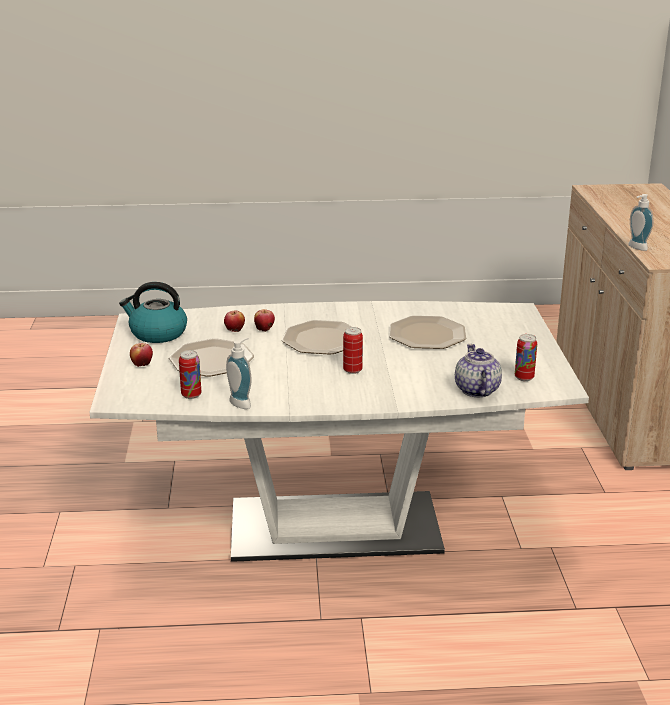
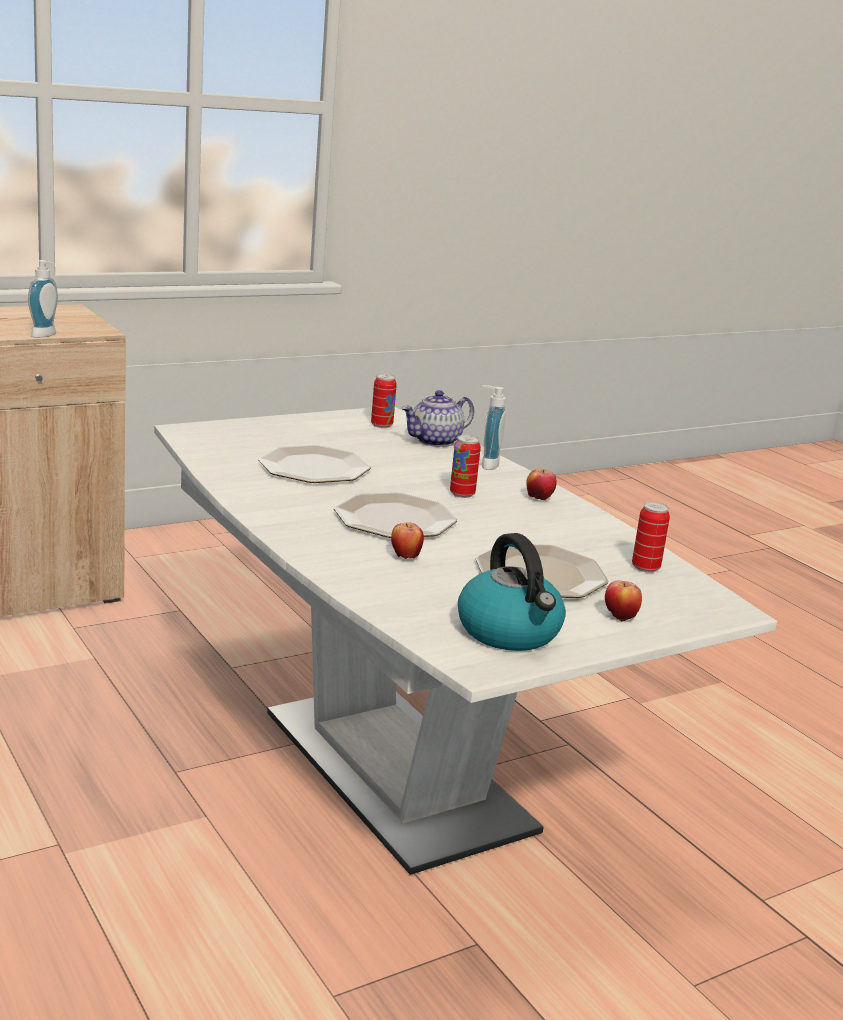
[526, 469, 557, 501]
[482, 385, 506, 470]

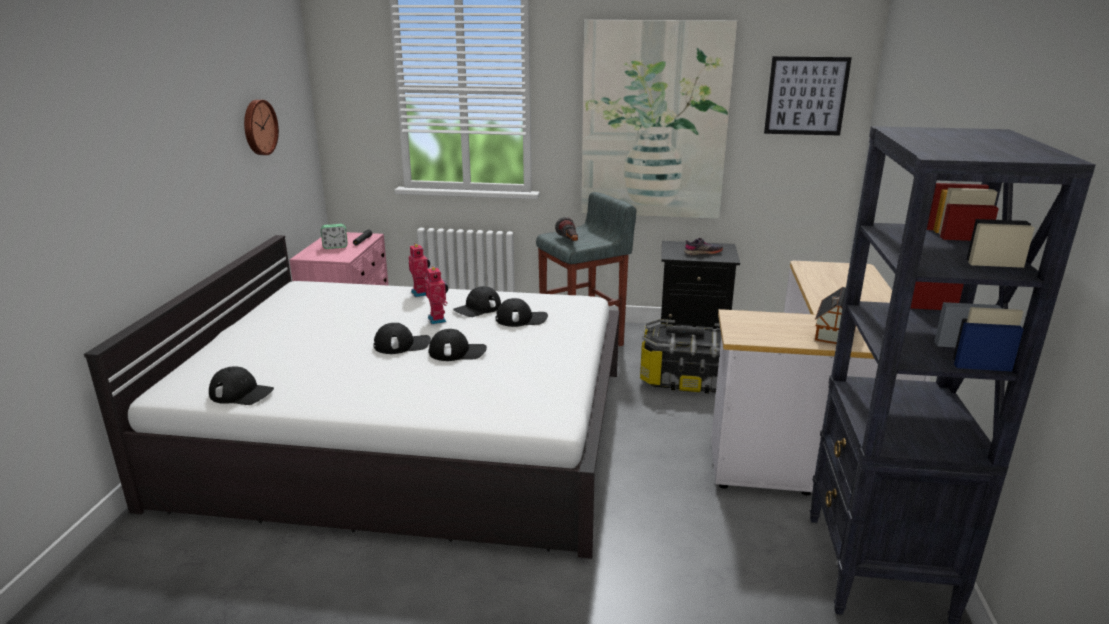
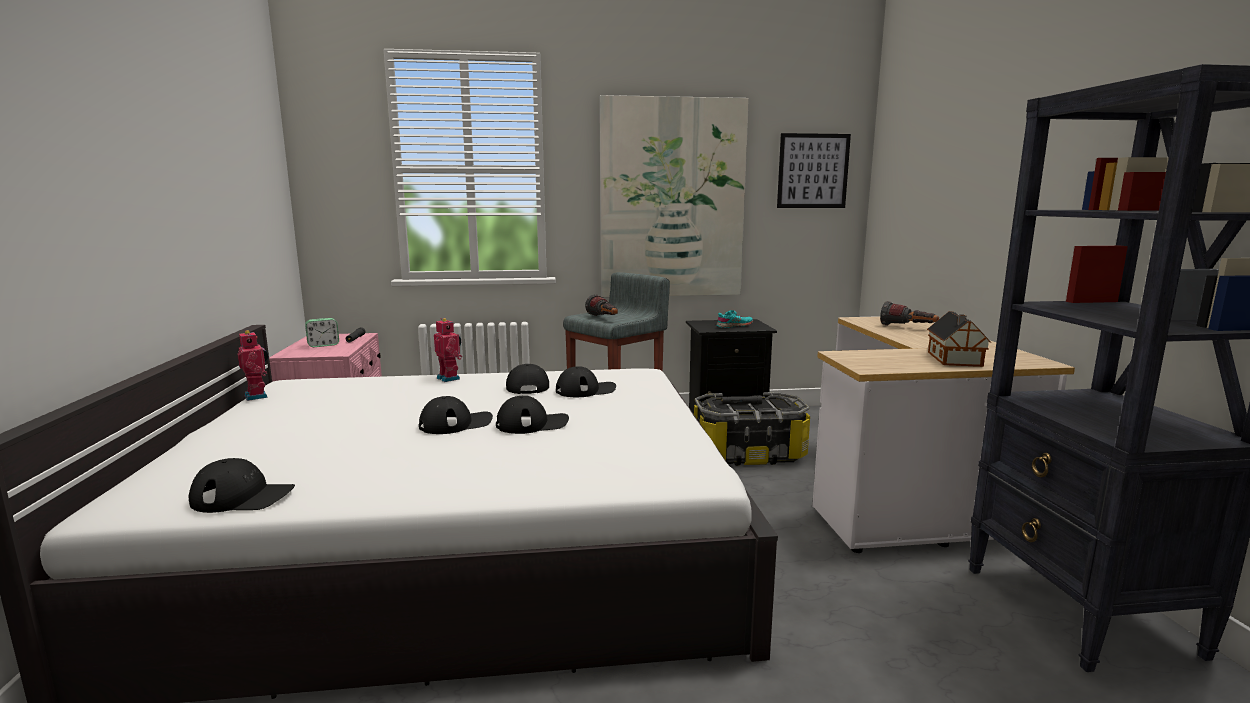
[244, 100, 279, 155] (first image)
[716, 310, 753, 328]
[238, 330, 268, 401]
[506, 364, 549, 394]
[880, 301, 939, 326]

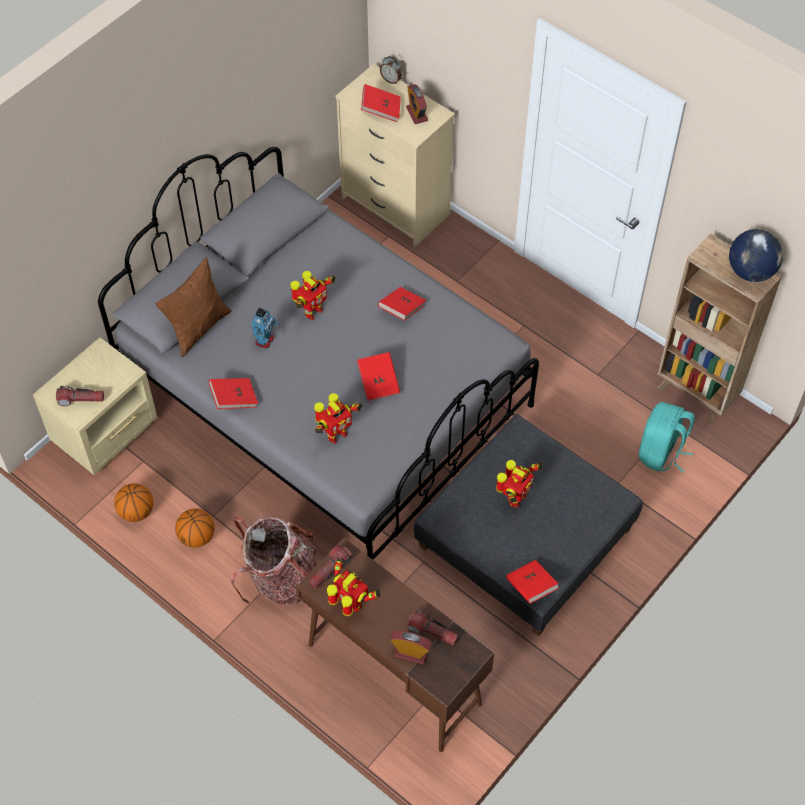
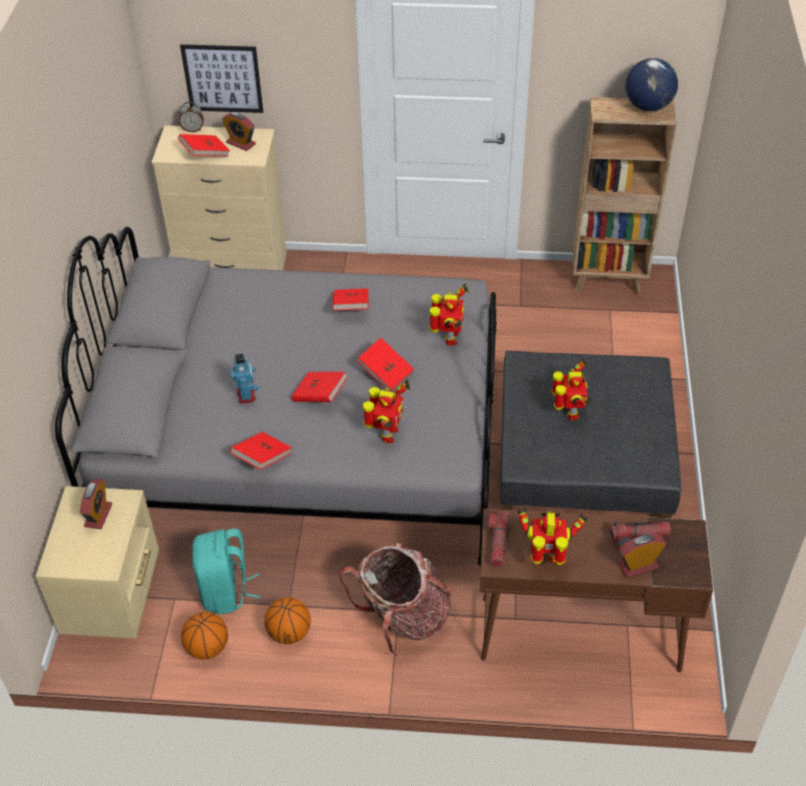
[156, 257, 231, 357] (first image)
[430, 283, 469, 346]
[56, 386, 104, 406] (first image)
[192, 528, 261, 614]
[291, 372, 348, 402]
[180, 44, 263, 113]
[80, 479, 112, 529]

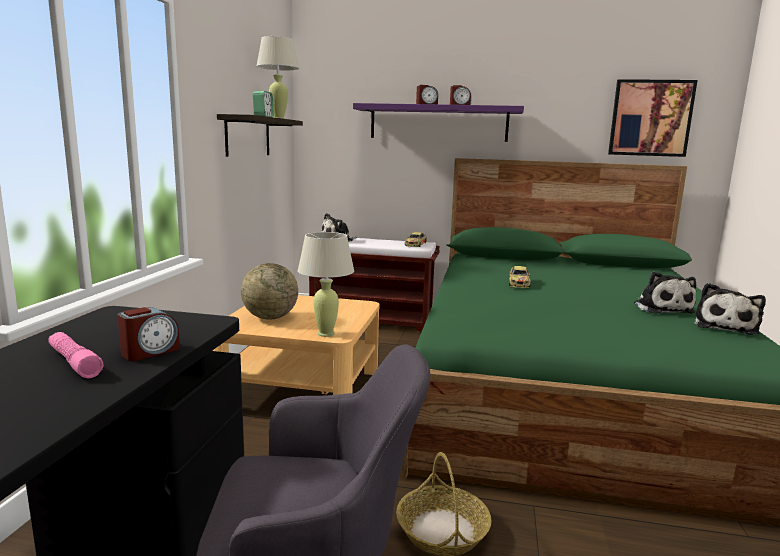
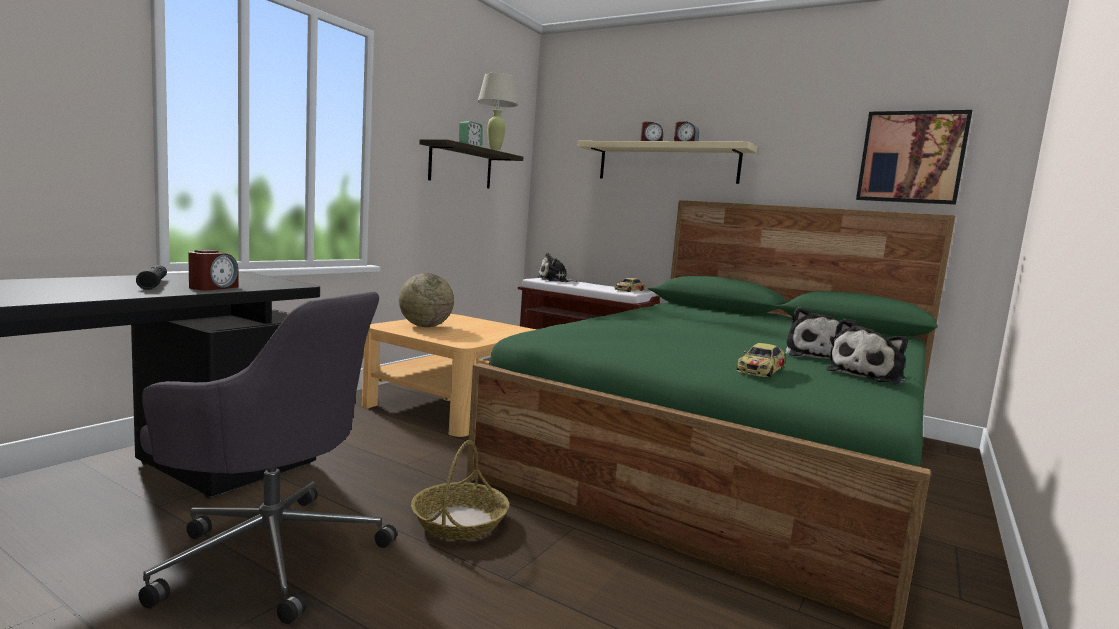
[577, 141, 757, 184]
[298, 232, 354, 337] (first image)
[737, 343, 785, 377]
[188, 250, 239, 291]
[136, 265, 167, 290]

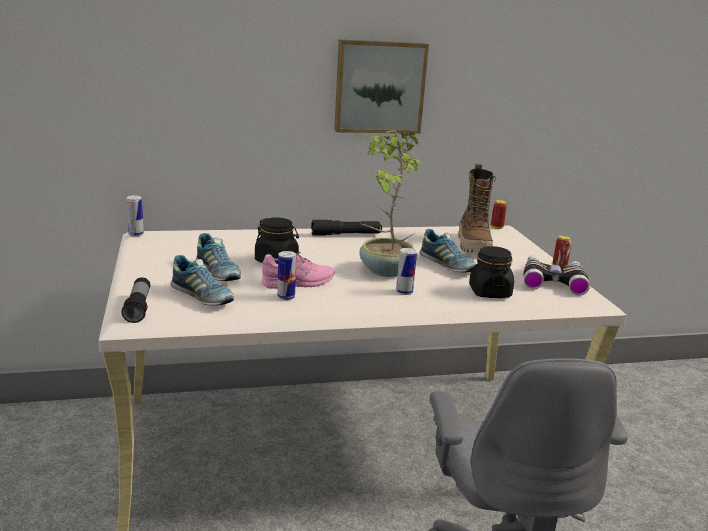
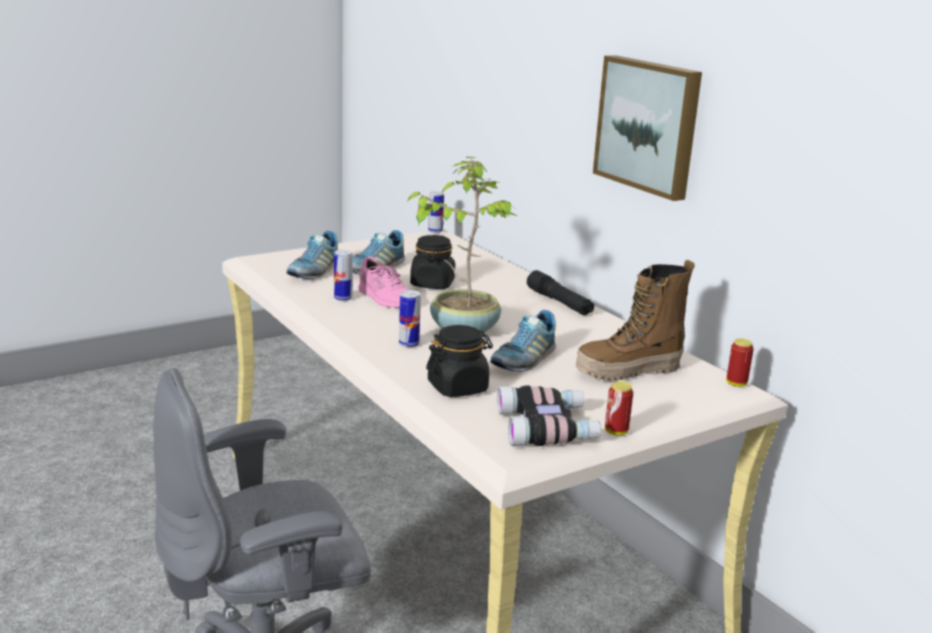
[121, 277, 150, 323] (first image)

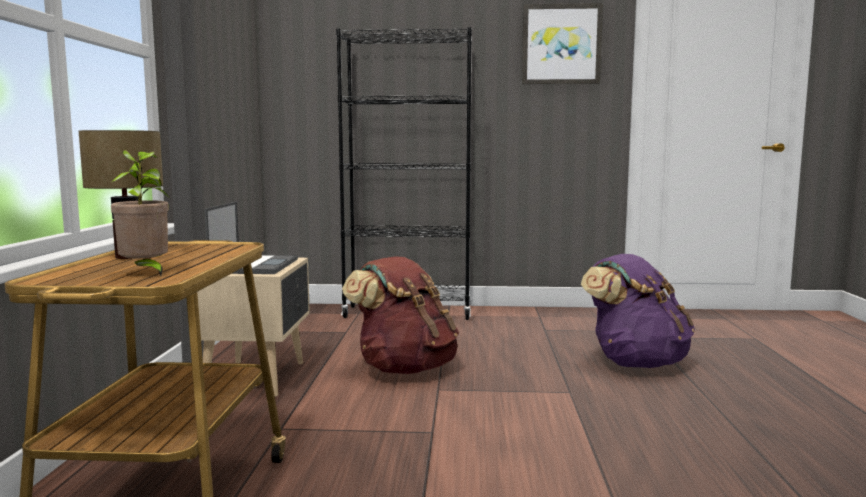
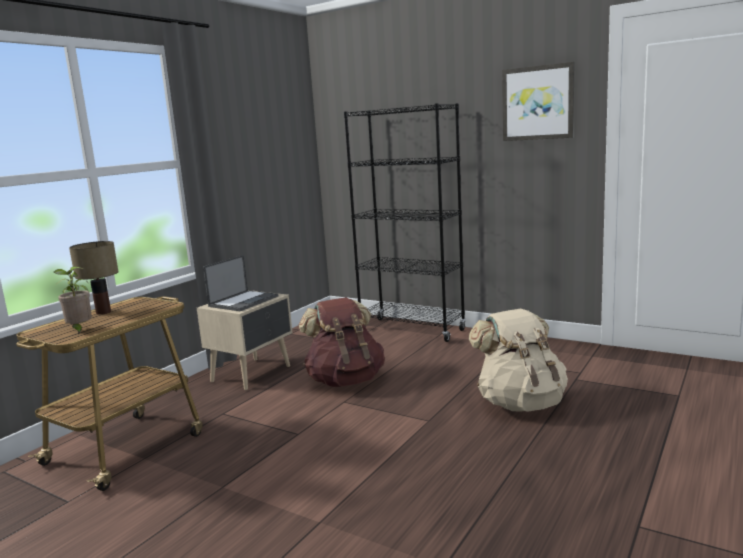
[469, 309, 568, 412]

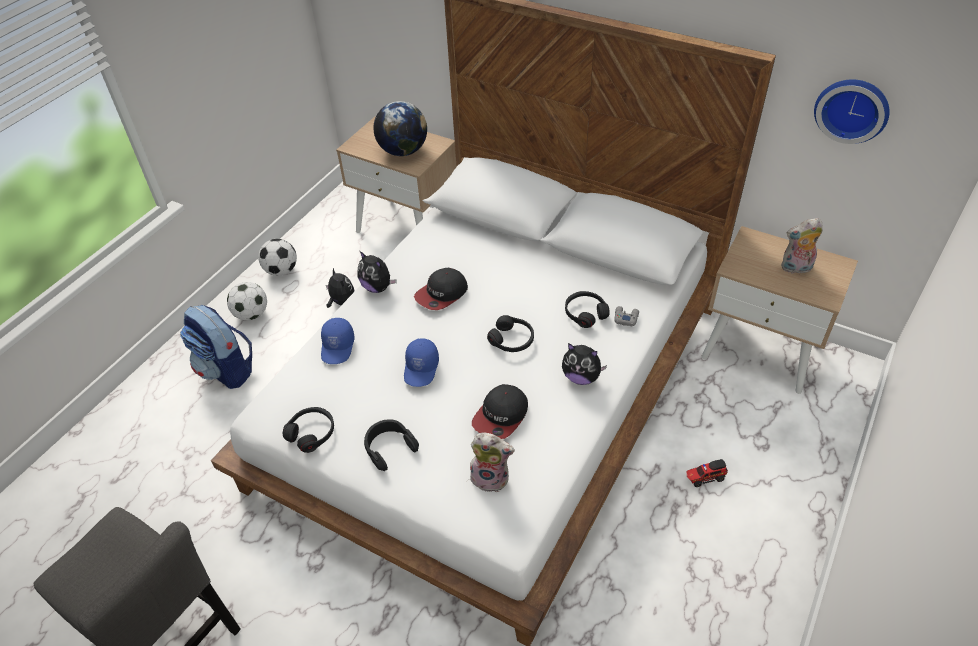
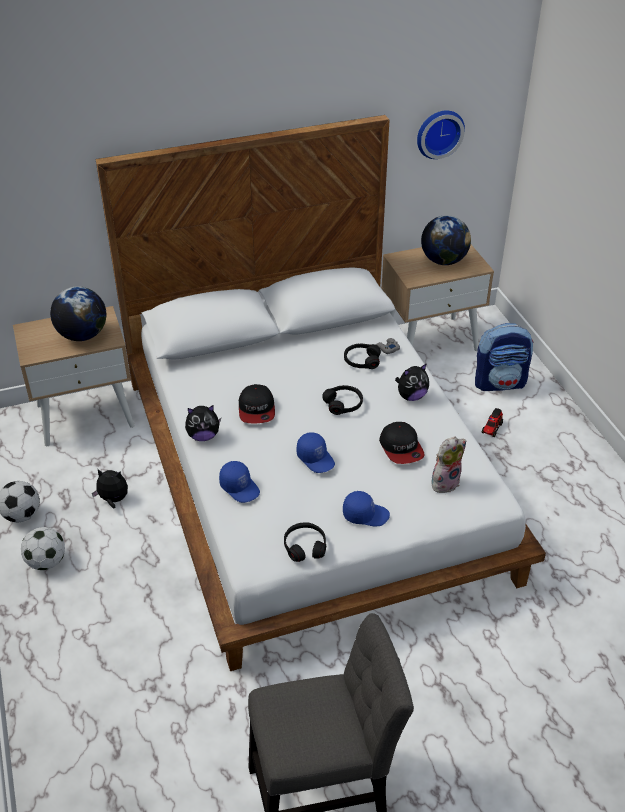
[421, 215, 471, 265]
[475, 323, 533, 391]
[343, 491, 390, 527]

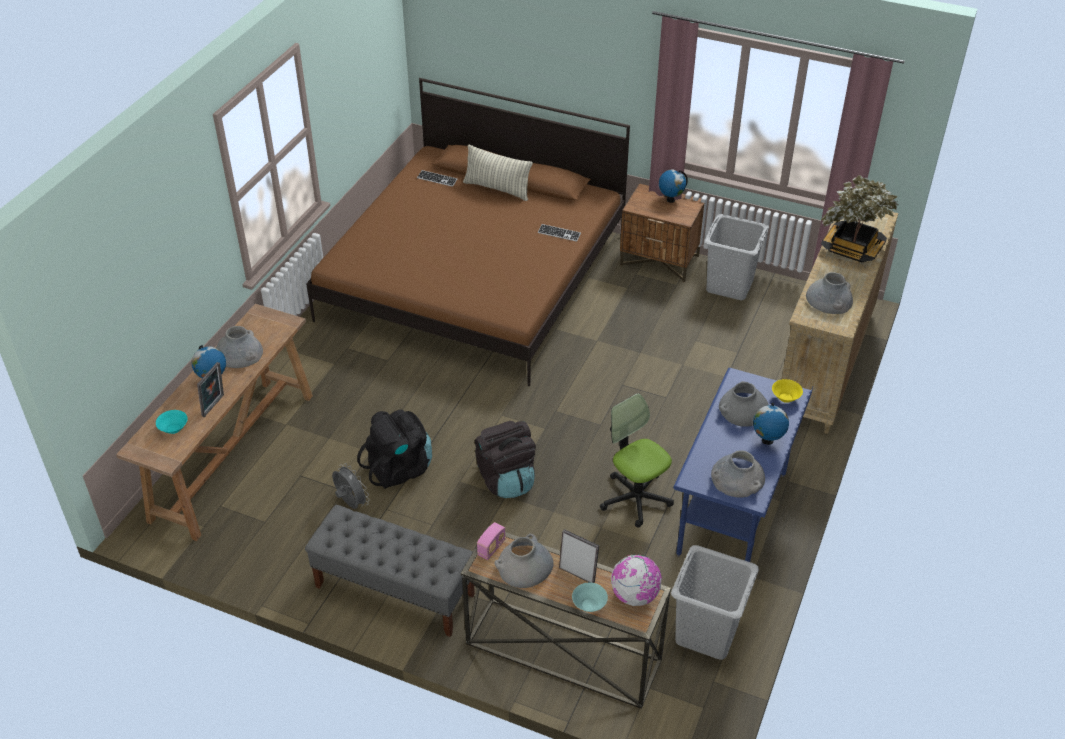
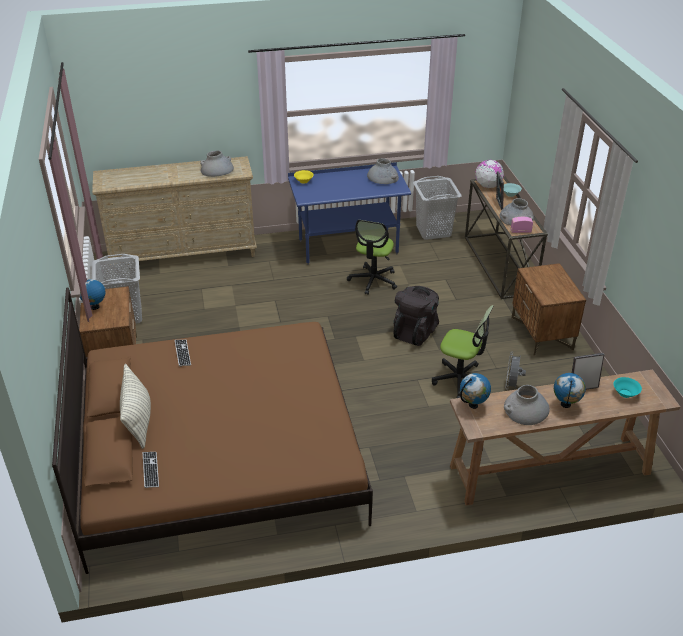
[821, 175, 898, 262] (first image)
[719, 381, 769, 427] (first image)
[460, 373, 491, 409]
[432, 305, 494, 398]
[511, 263, 586, 356]

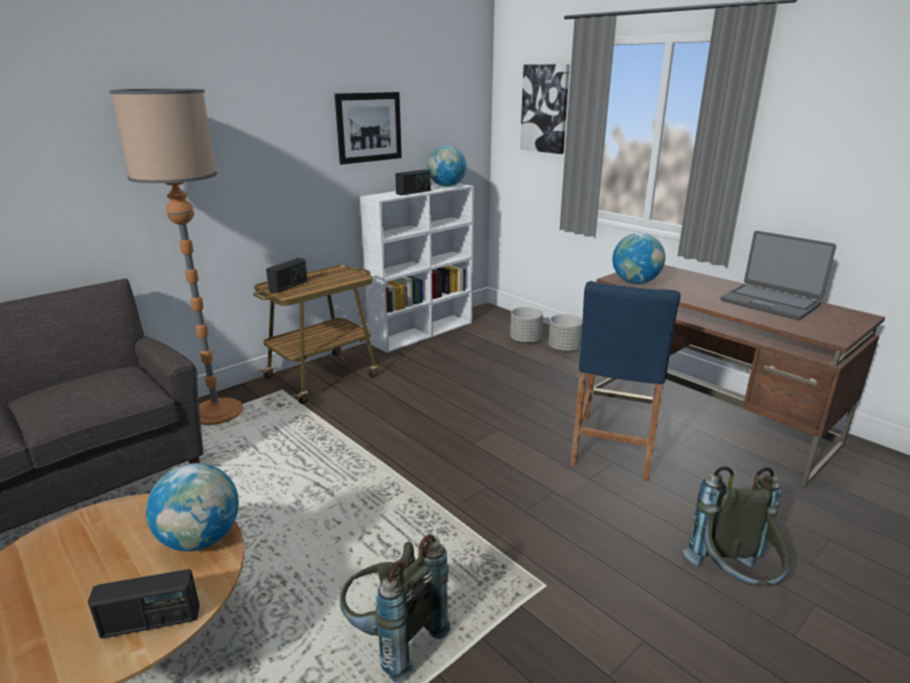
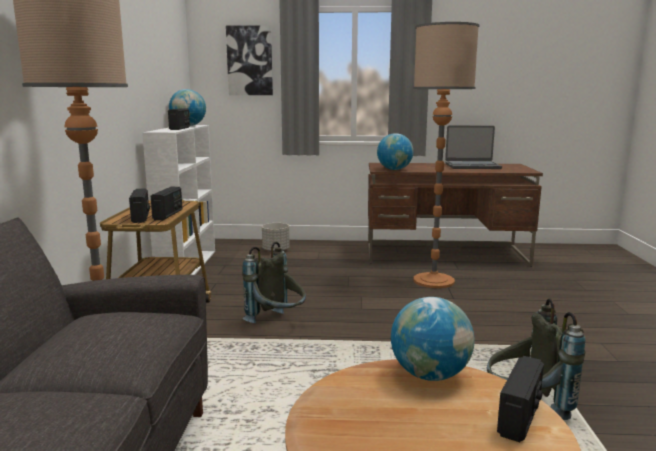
[335, 92, 402, 165] (first image)
[413, 22, 480, 288]
[549, 314, 583, 352] (first image)
[242, 242, 306, 323]
[151, 187, 182, 220]

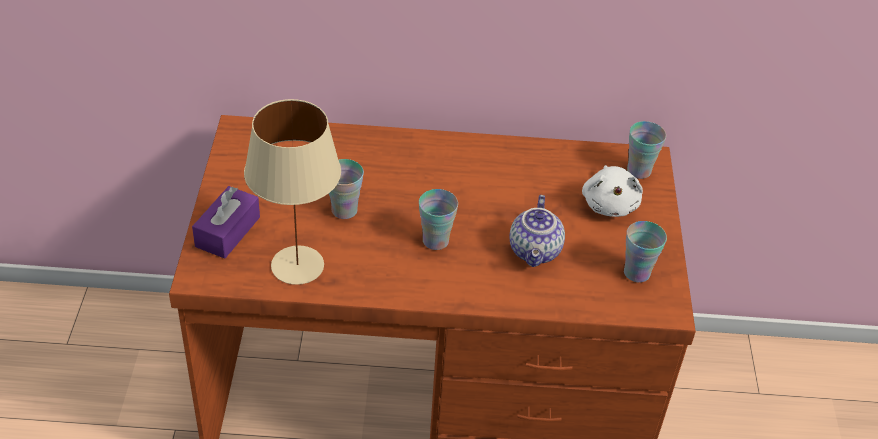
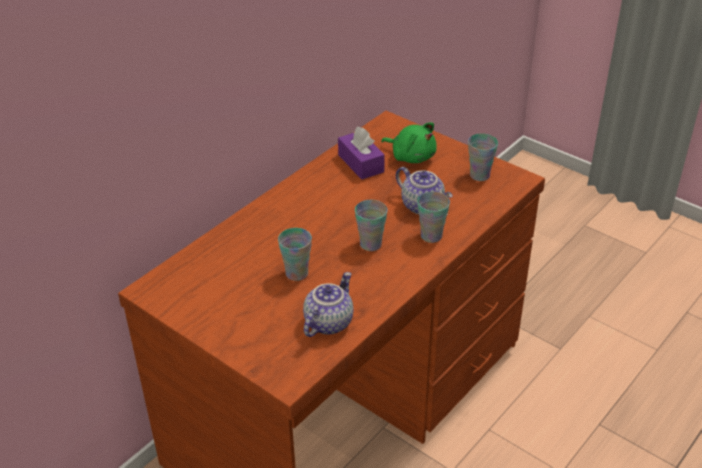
[303, 272, 353, 337]
[417, 192, 450, 243]
[381, 122, 437, 163]
[338, 127, 385, 180]

